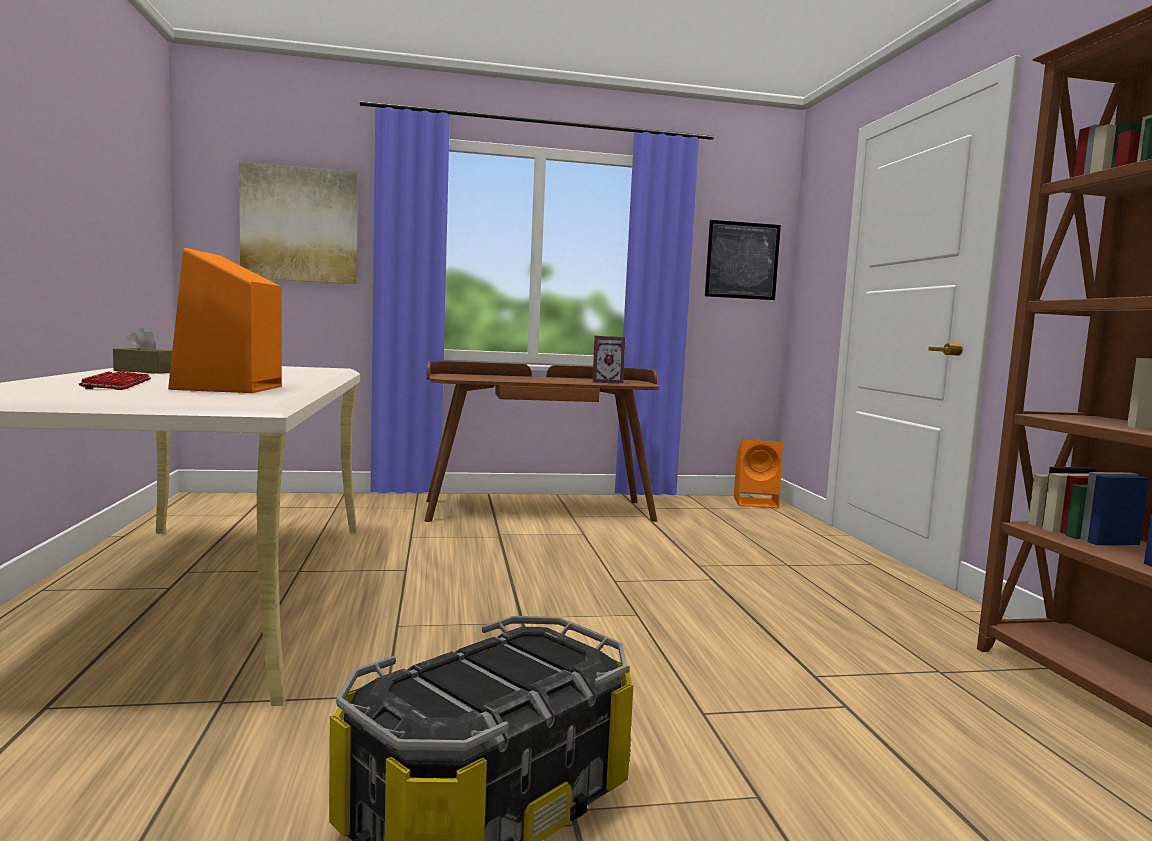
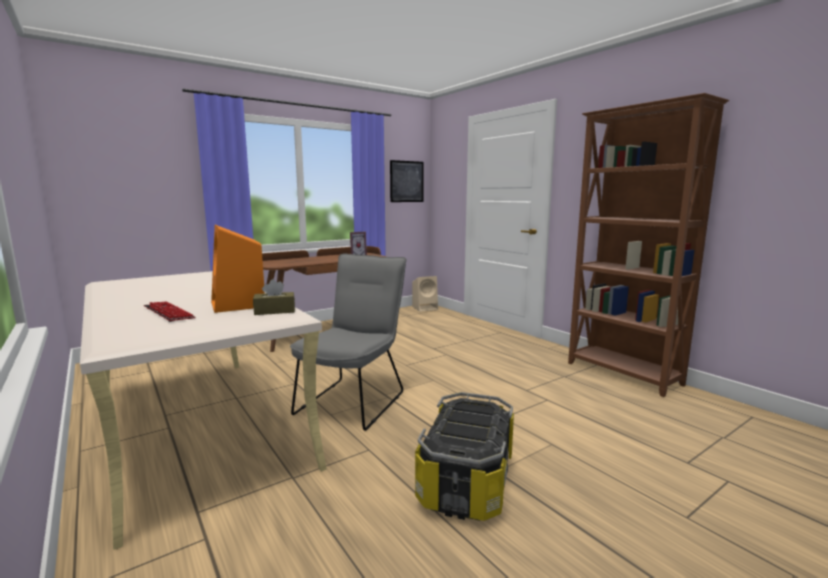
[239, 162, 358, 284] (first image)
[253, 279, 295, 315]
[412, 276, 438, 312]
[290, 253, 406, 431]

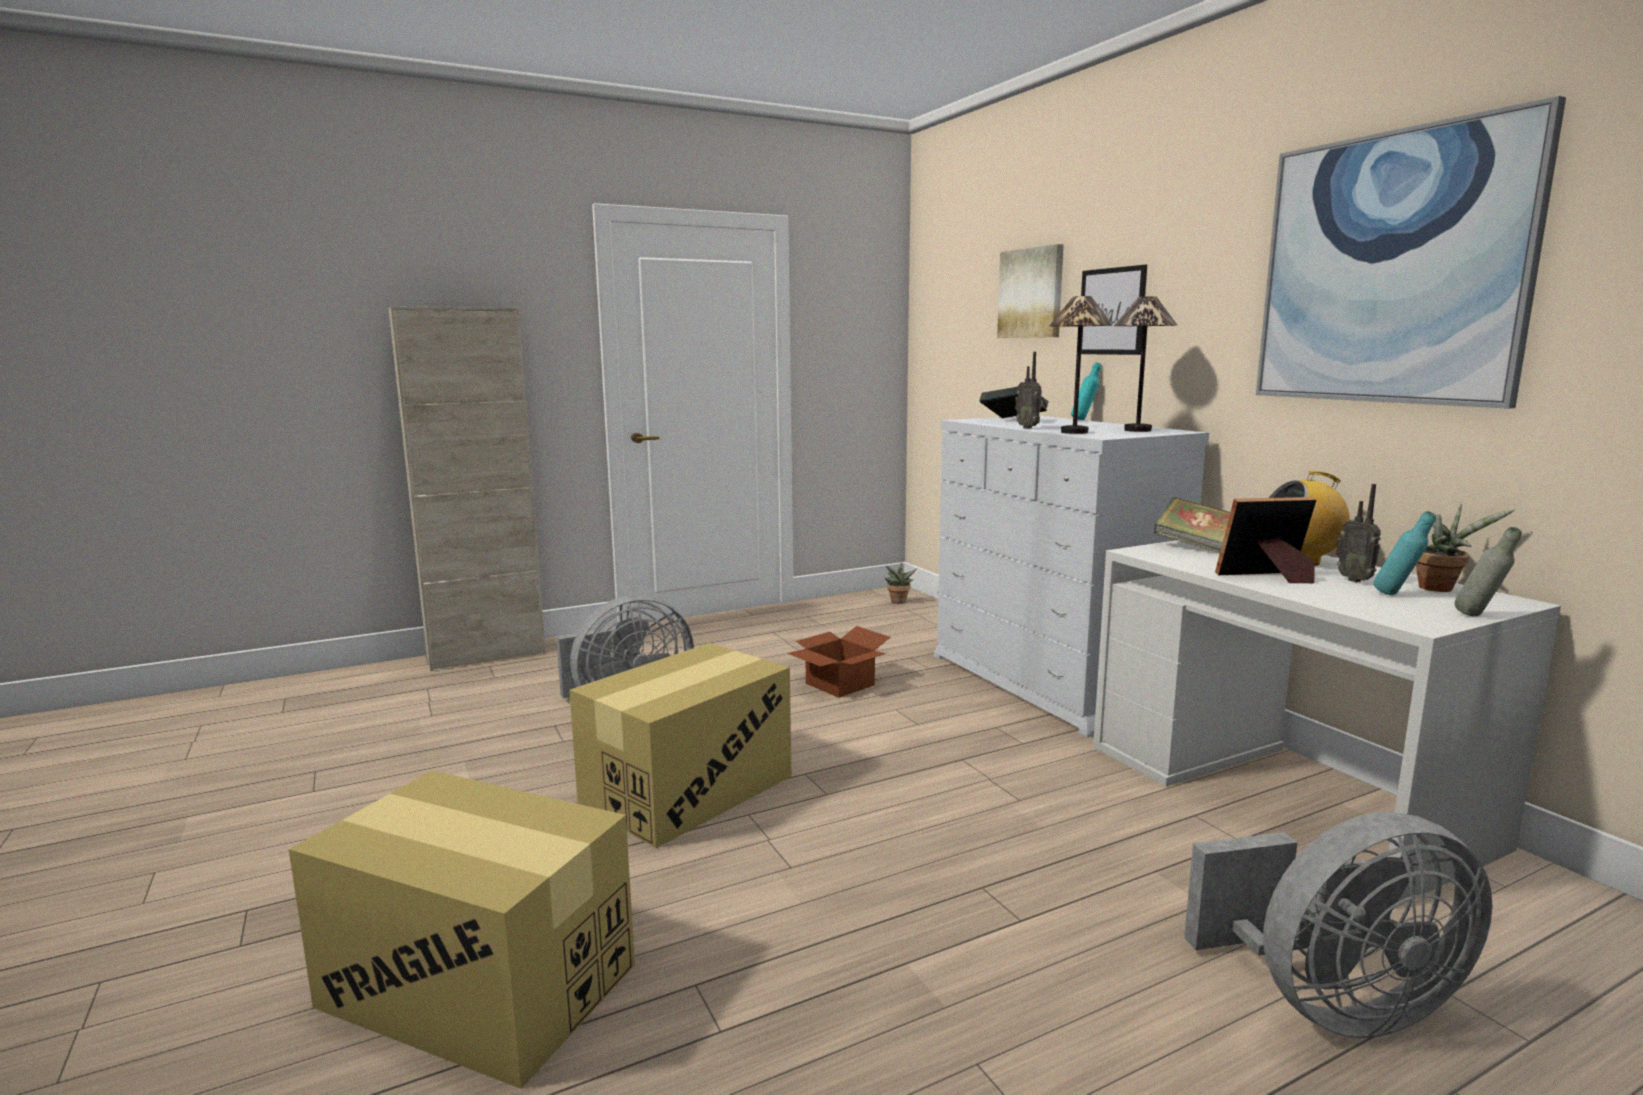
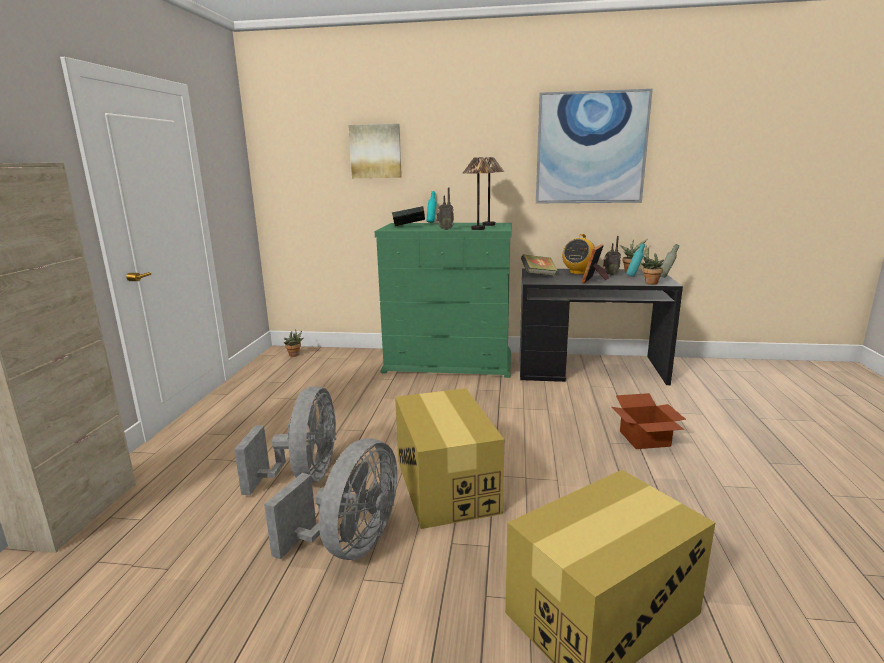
[1081, 265, 1147, 355] (first image)
[375, 223, 512, 378]
[520, 268, 683, 385]
[612, 393, 686, 449]
[264, 438, 397, 560]
[639, 245, 664, 284]

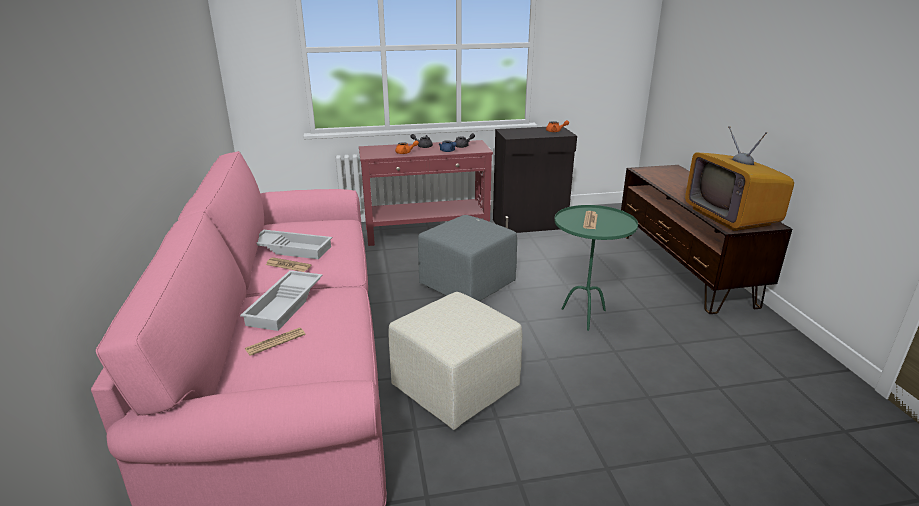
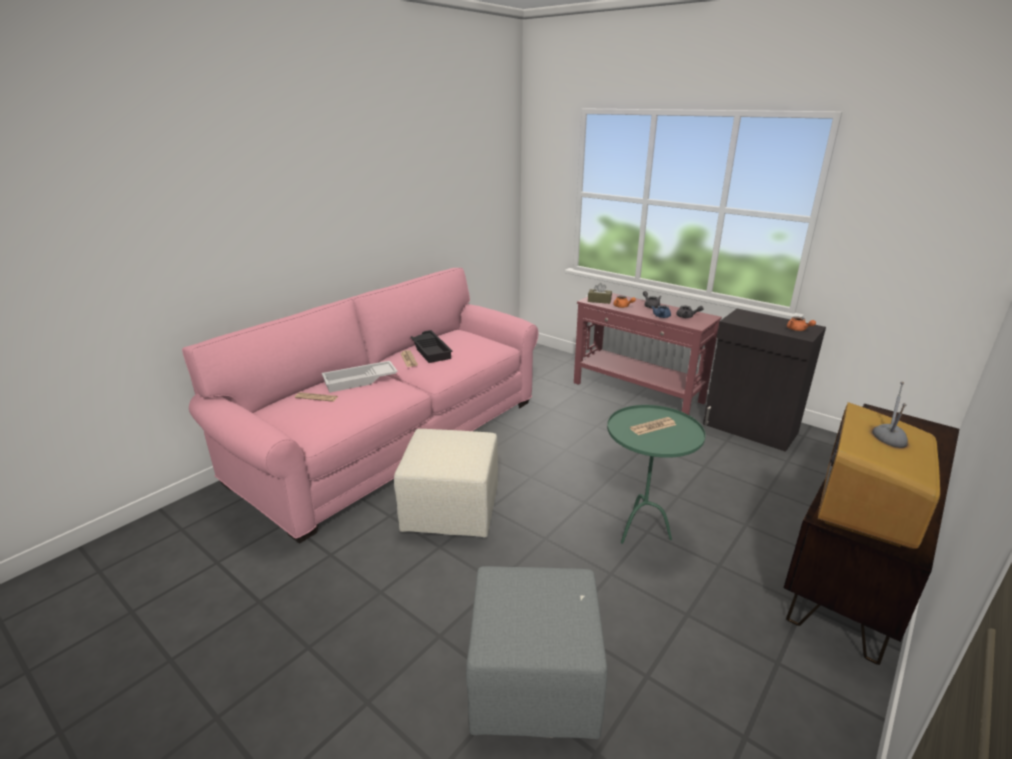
[466, 566, 607, 739]
[411, 330, 453, 363]
[588, 283, 612, 304]

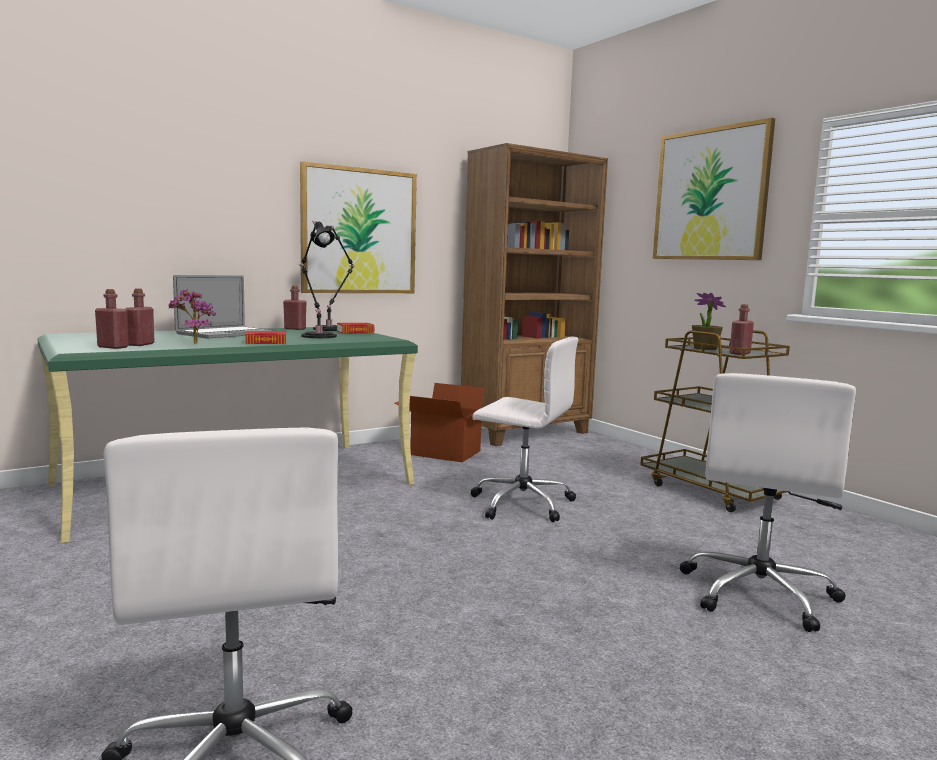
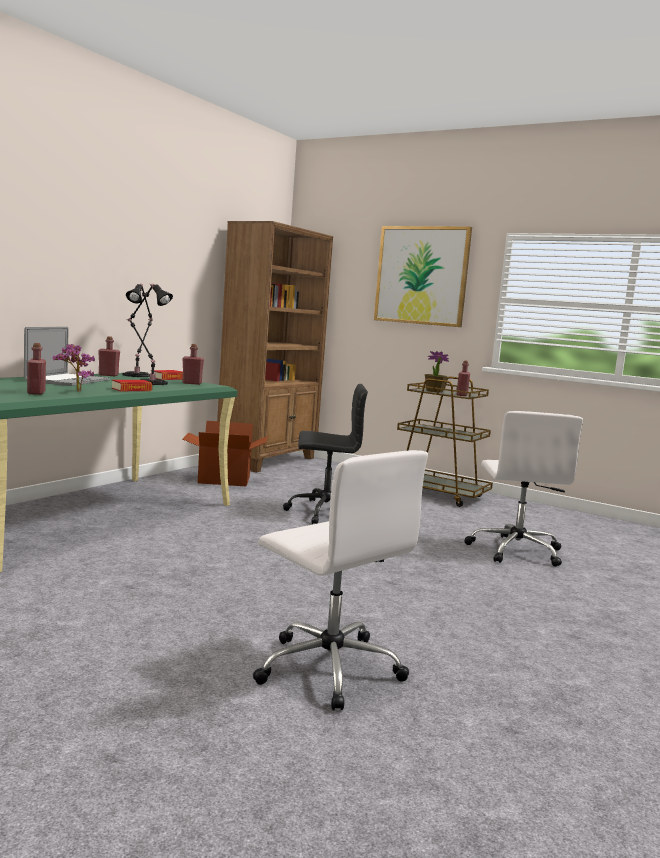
[300, 161, 417, 293] (first image)
[182, 344, 204, 385]
[283, 384, 368, 524]

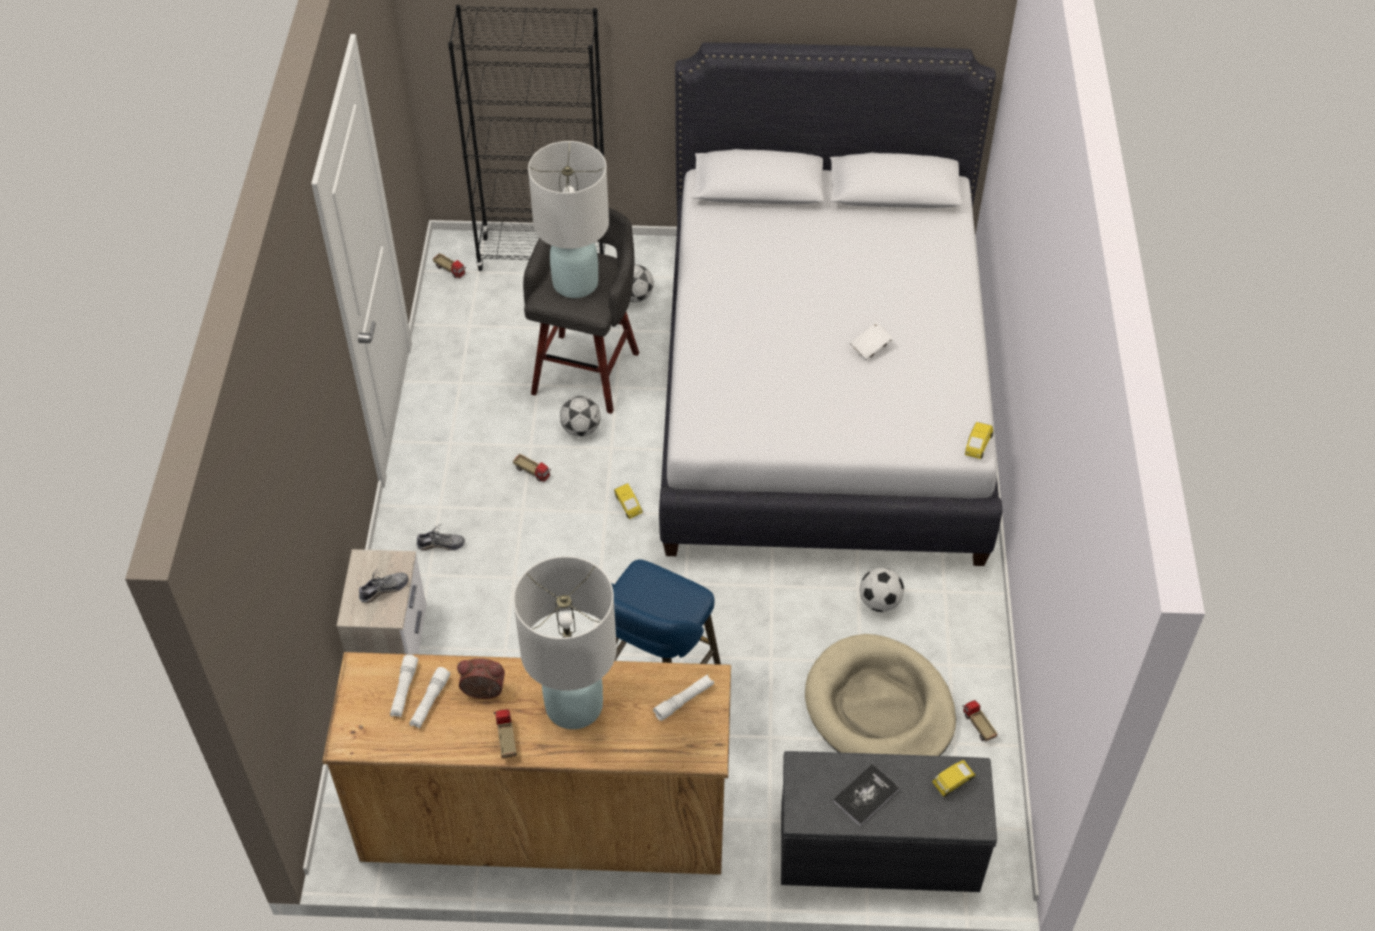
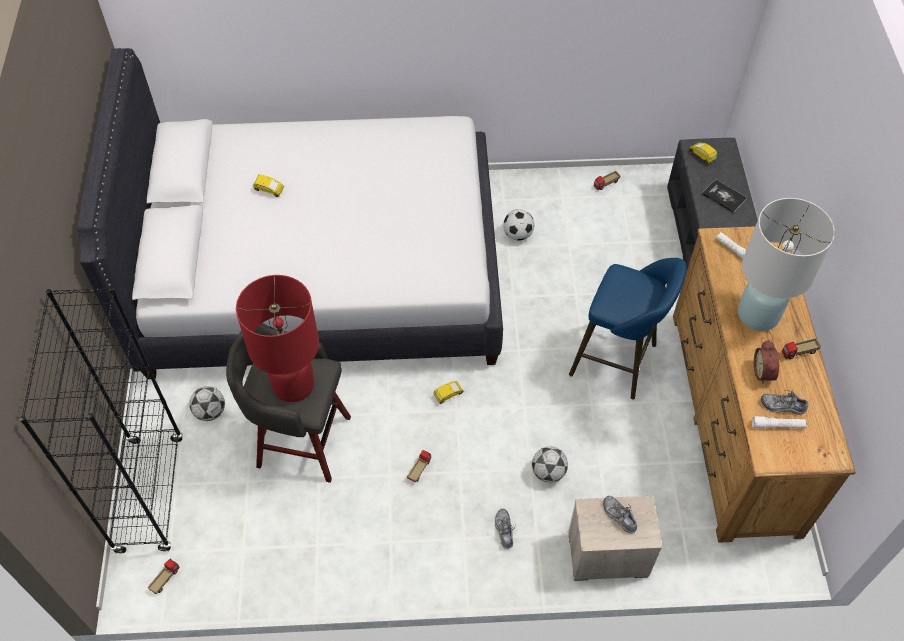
[236, 275, 319, 402]
[850, 322, 892, 361] (first image)
[532, 446, 568, 483]
[253, 174, 284, 197]
[805, 634, 956, 756] (first image)
[761, 390, 809, 415]

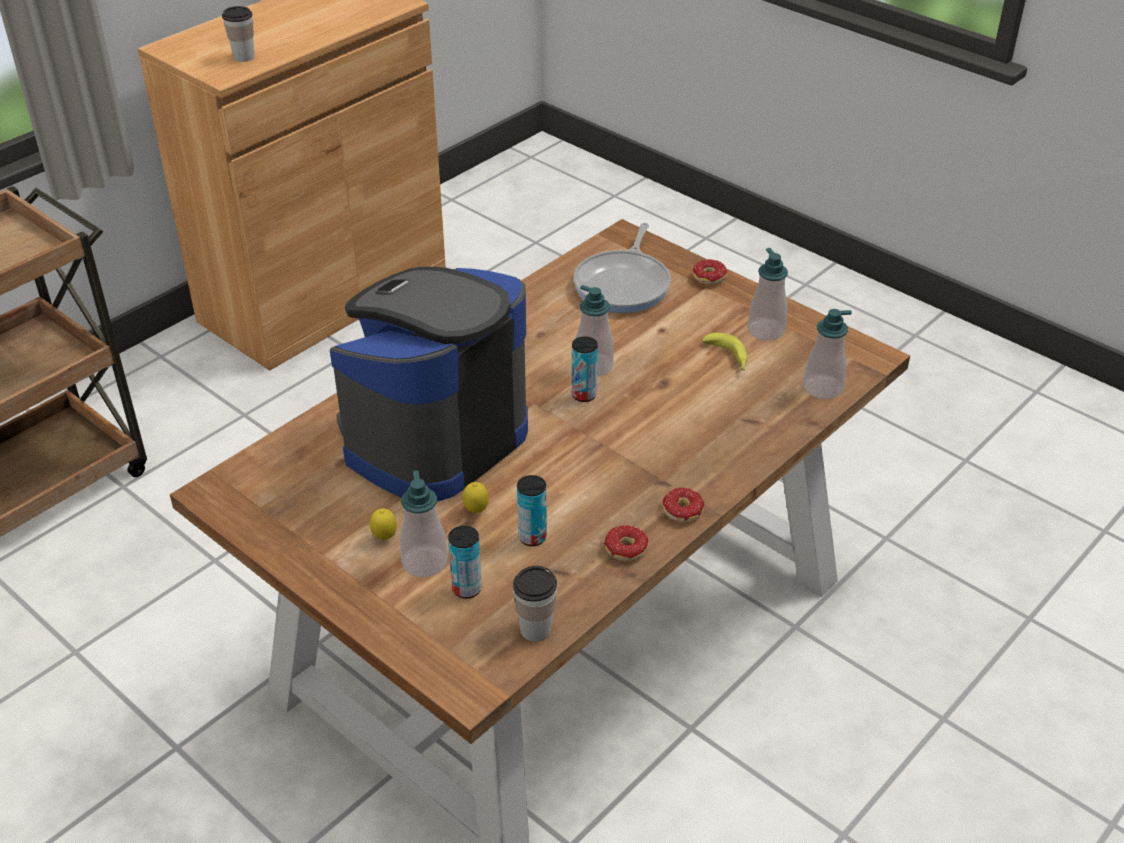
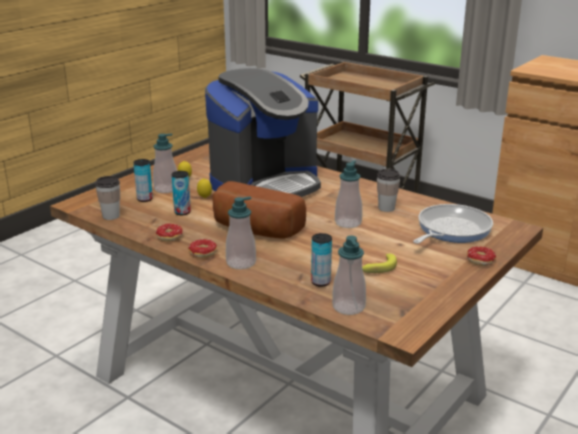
[377, 169, 400, 212]
[413, 204, 493, 244]
[226, 197, 256, 269]
[205, 68, 321, 197]
[311, 233, 332, 287]
[213, 181, 306, 239]

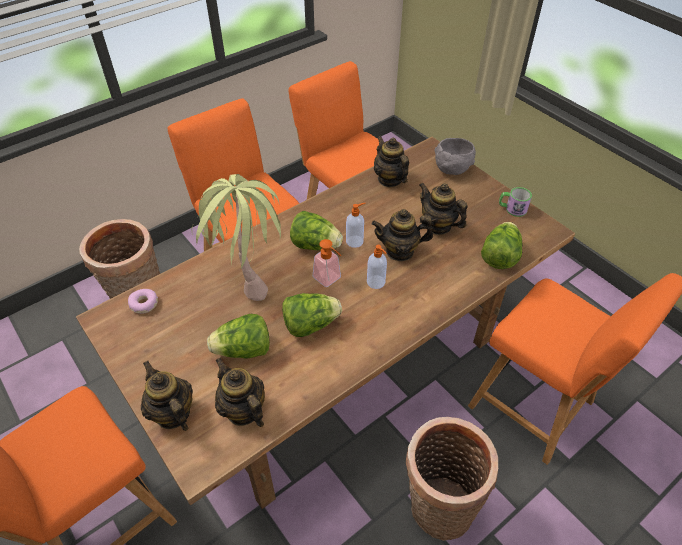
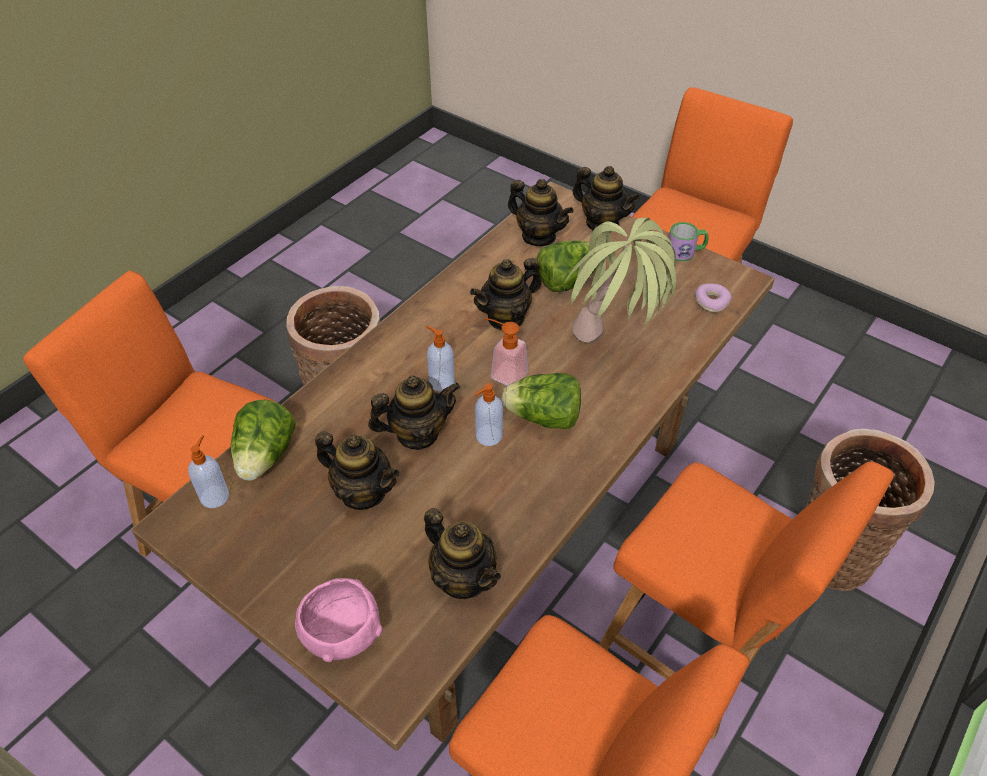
[295, 578, 383, 662]
[669, 222, 709, 262]
[470, 258, 542, 331]
[188, 435, 229, 508]

